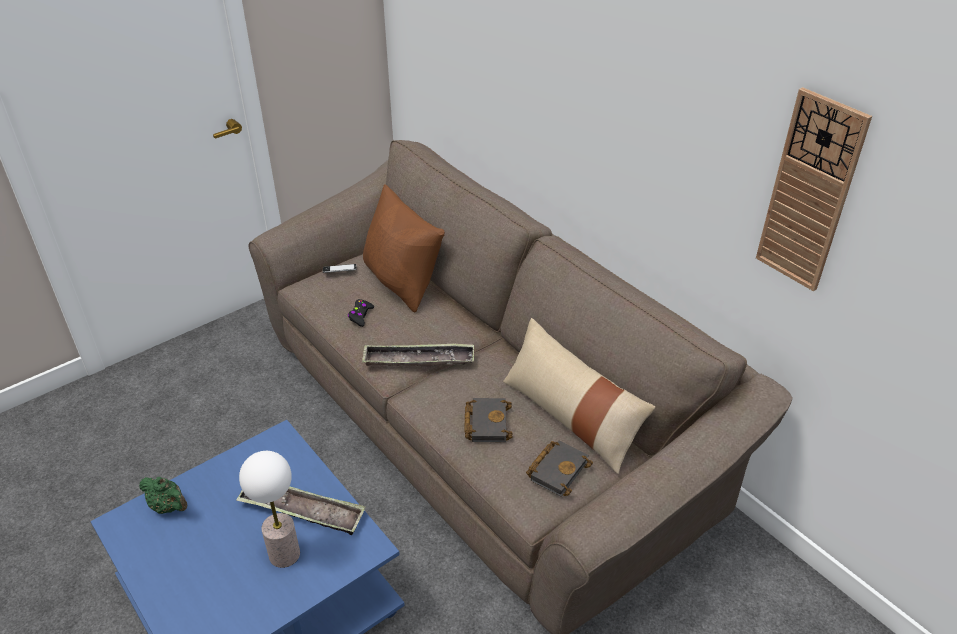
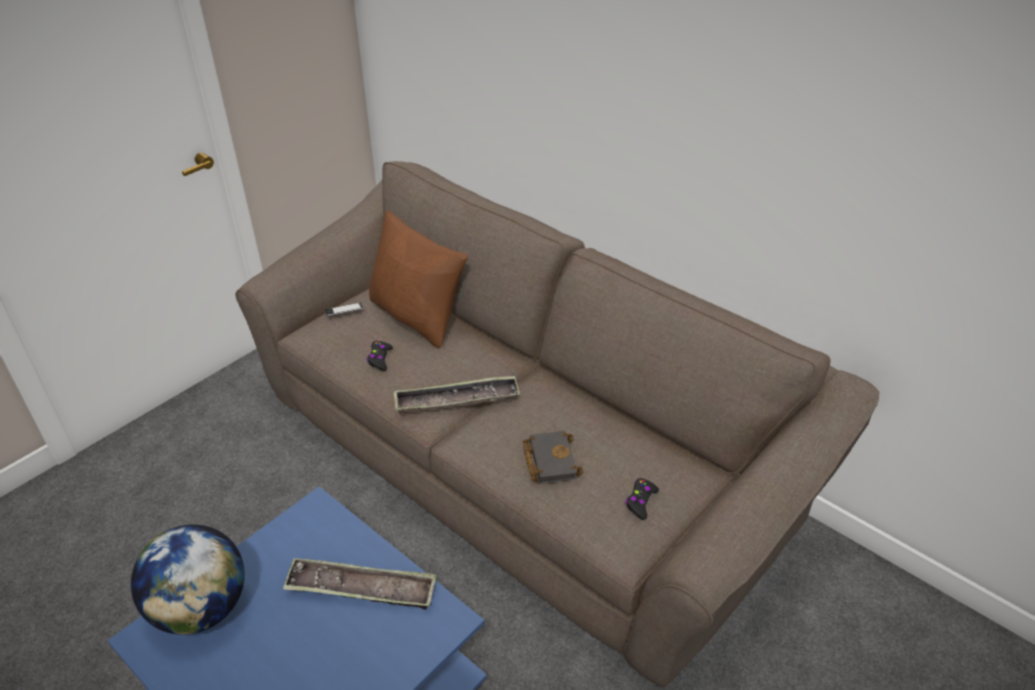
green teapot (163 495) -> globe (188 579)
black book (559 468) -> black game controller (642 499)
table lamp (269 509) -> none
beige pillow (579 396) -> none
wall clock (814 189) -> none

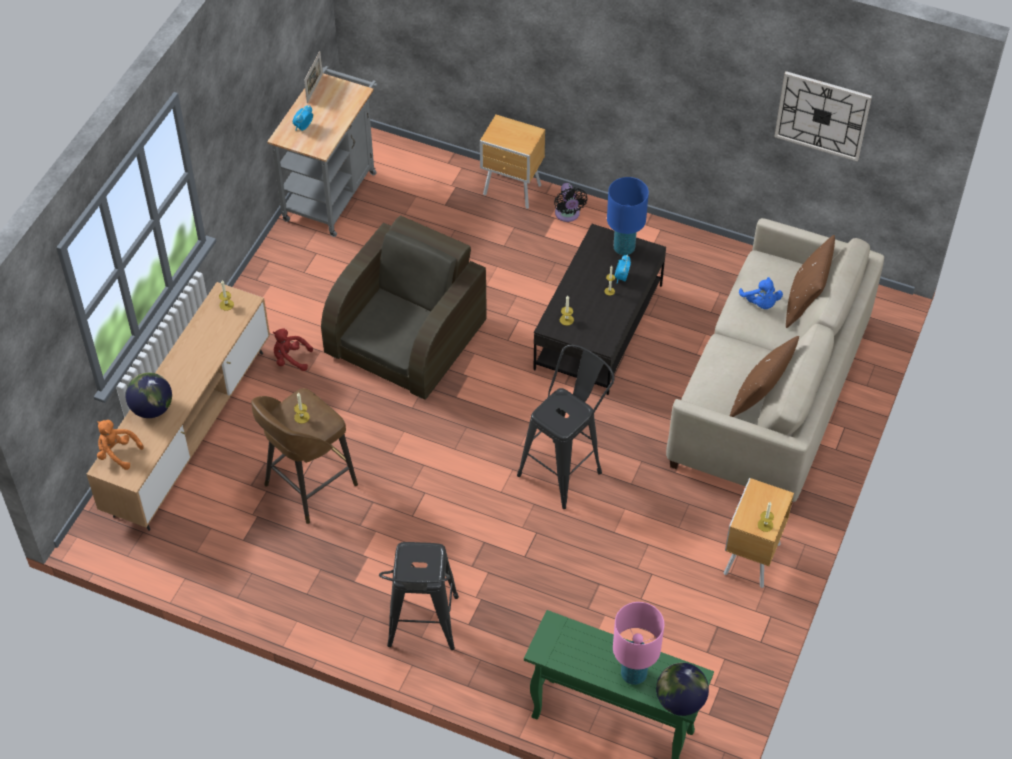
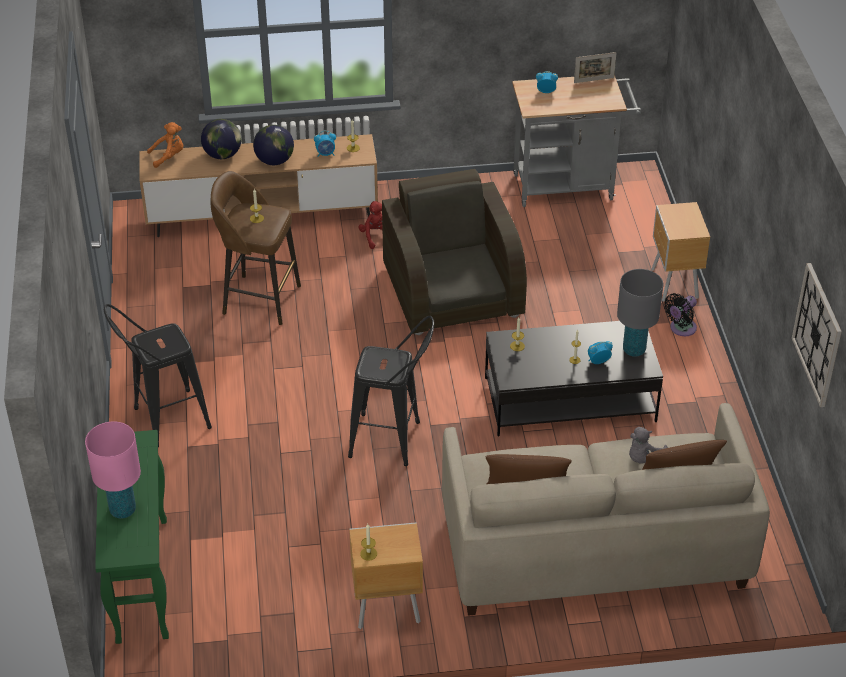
orange plush toy (120 445) -> orange plush toy (165 145), 75 degrees clockwise
globe (682 689) -> globe (273 145), shifted
none -> alarm clock (325 144)
brown armchair (404 307) -> brown armchair (454 252), 105 degrees counterclockwise
blue table lamp (628 216) -> grey table lamp (640 313)
blue plush toy (761 293) -> grey plush toy (648 445)

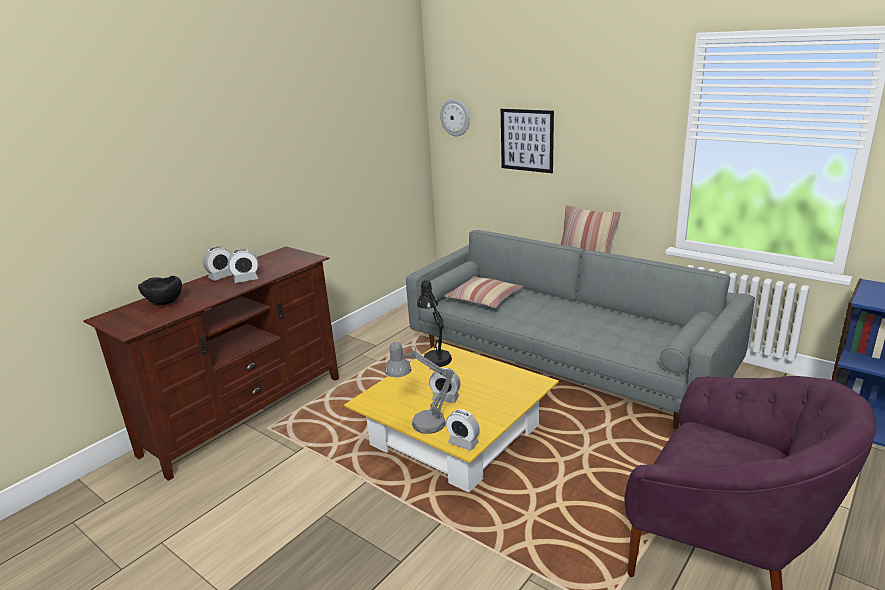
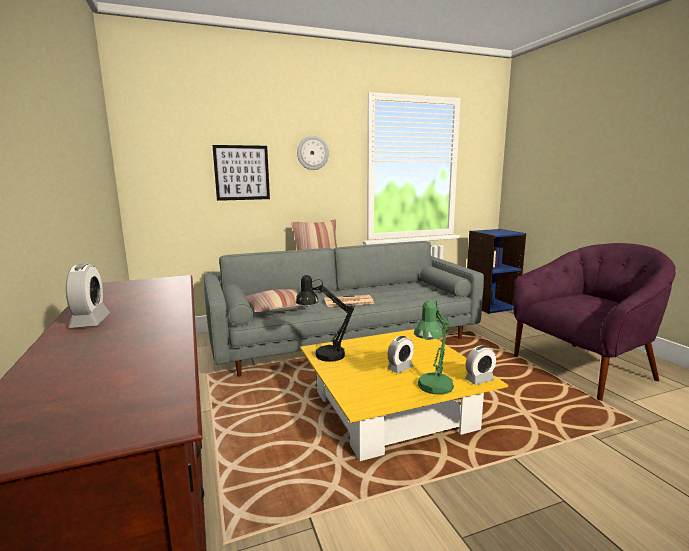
wall clock (455 117) -> wall clock (313 153), shifted
none -> newspaper (349 301)
grey table lamp (419 388) -> green table lamp (434 348)
black bowl (160 290) -> none
alarm clock (243 266) -> none

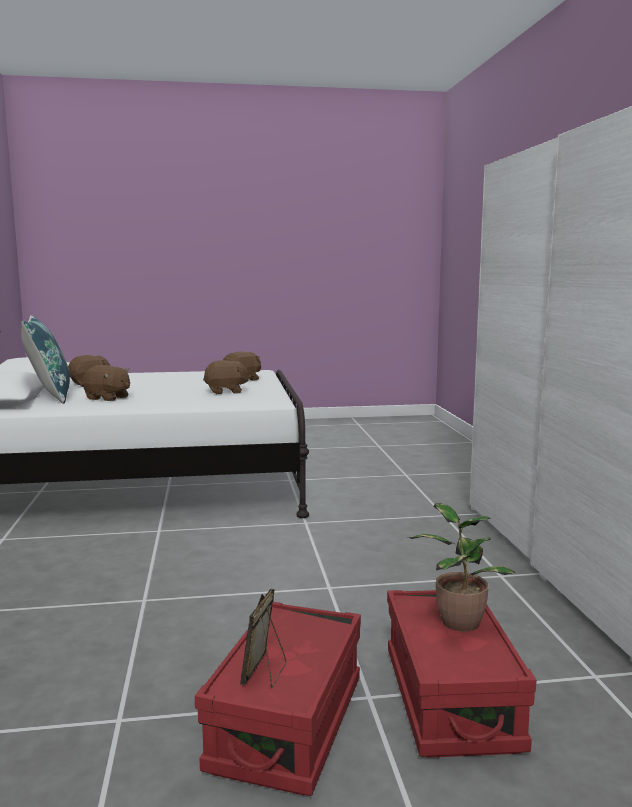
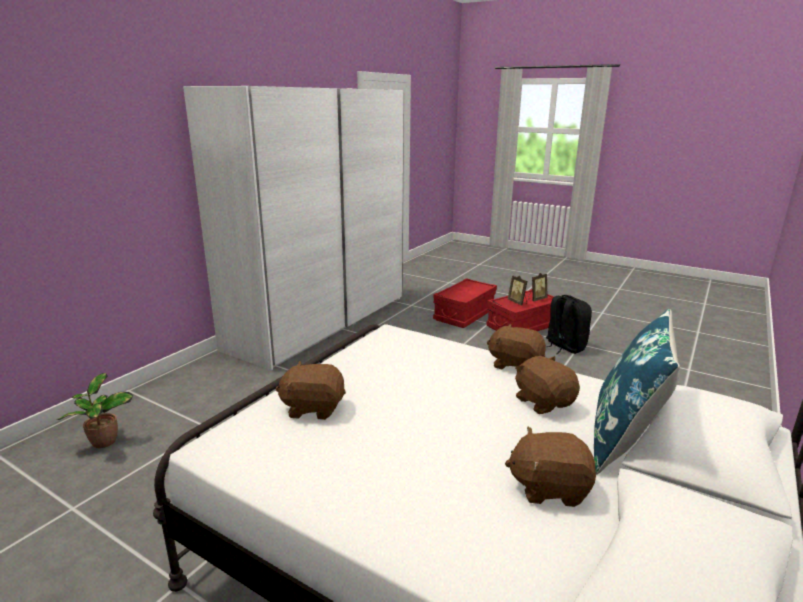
potted plant (461 567) -> potted plant (94 410), shifted
brown plush toy (227 377) -> brown plush toy (516 347), shifted
none -> picture frame (517 290)
none -> black backpack (569 324)

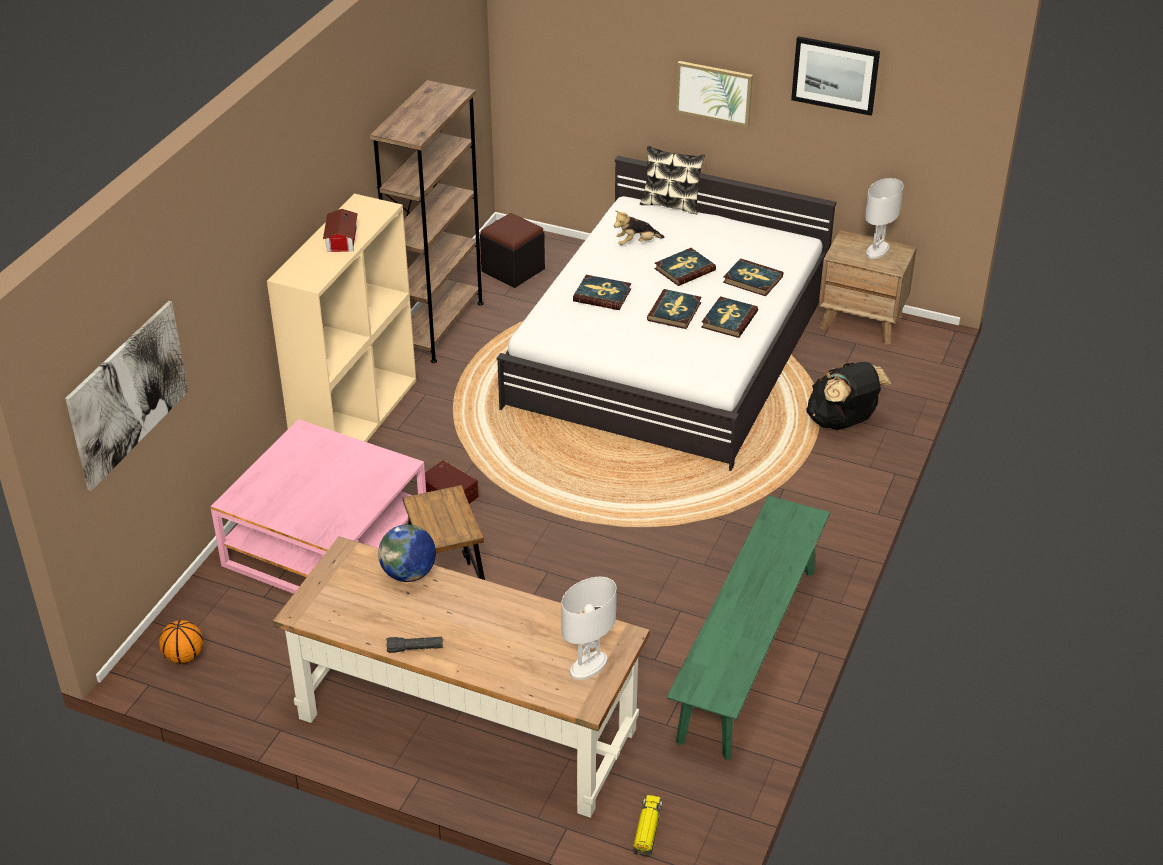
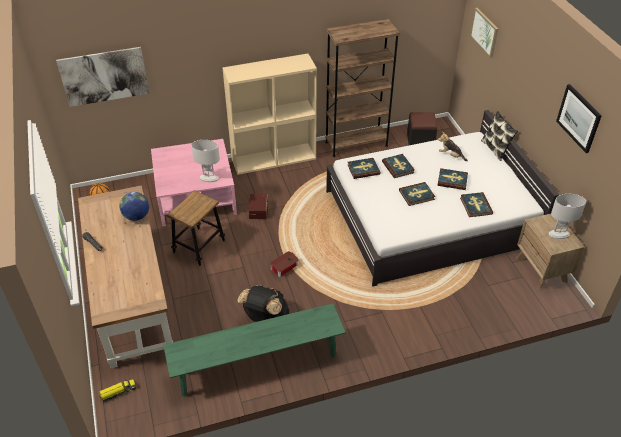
white table lamp (589 628) -> white table lamp (205 161), shifted
black backpack (848 396) -> black backpack (263 303), shifted
toy house (340 230) -> toy house (284 264), shifted
book (729 317) -> book (364 168), shifted
picture (714 94) -> picture (484 33), shifted

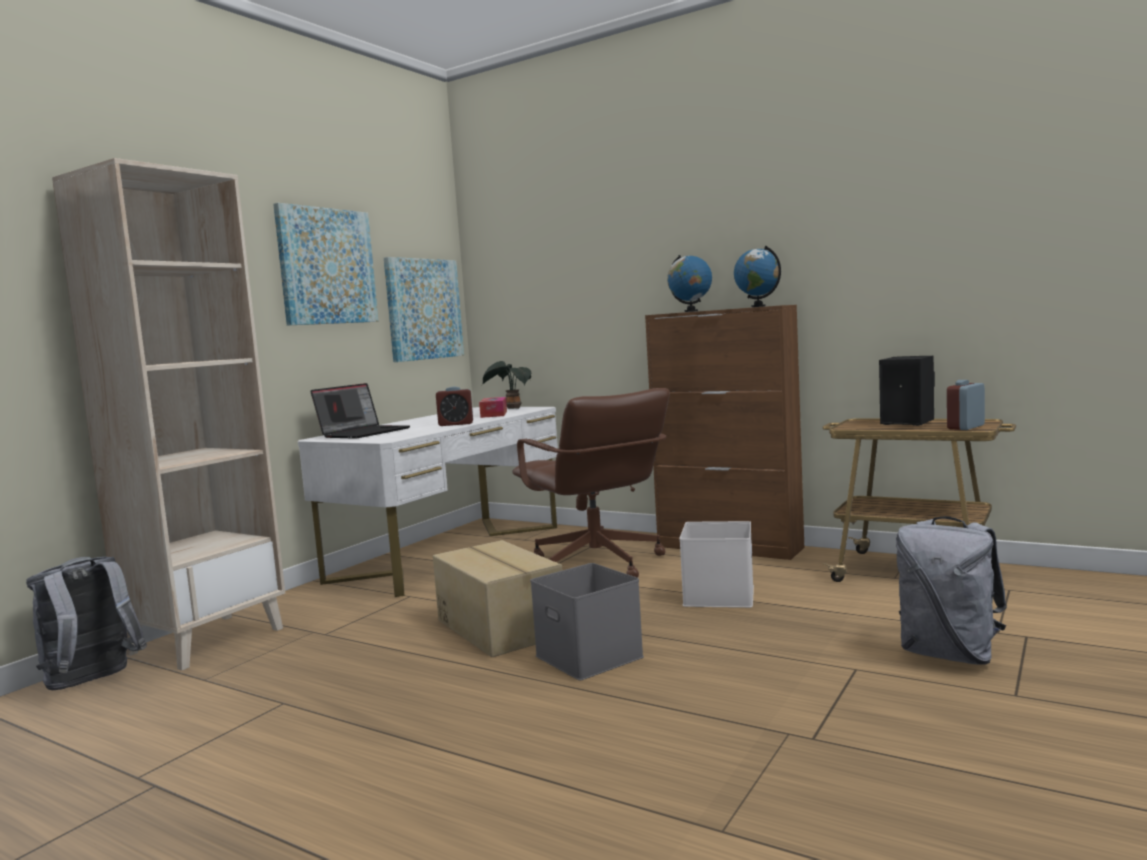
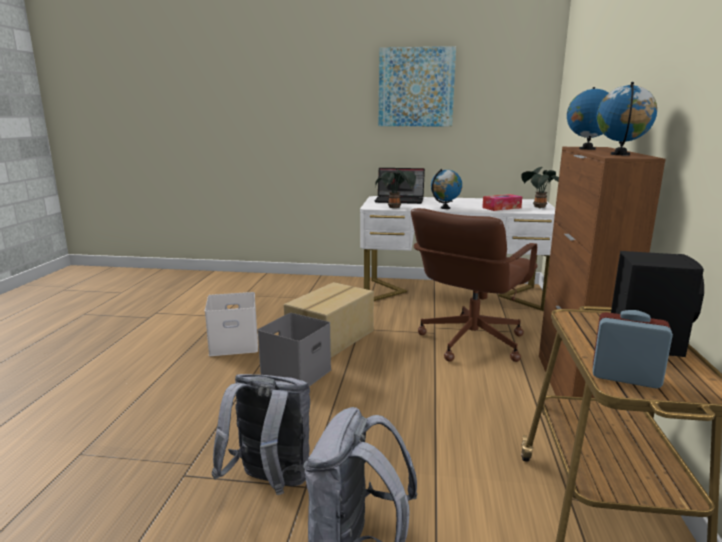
white storage box (716 564) -> white storage box (231 324), shifted
grey backpack (86 623) -> grey backpack (260 434), shifted
none -> potted plant (395 188)
alarm clock (454 406) -> globe (446 189)
beige bookcase (168 414) -> none
picture (424 309) -> none

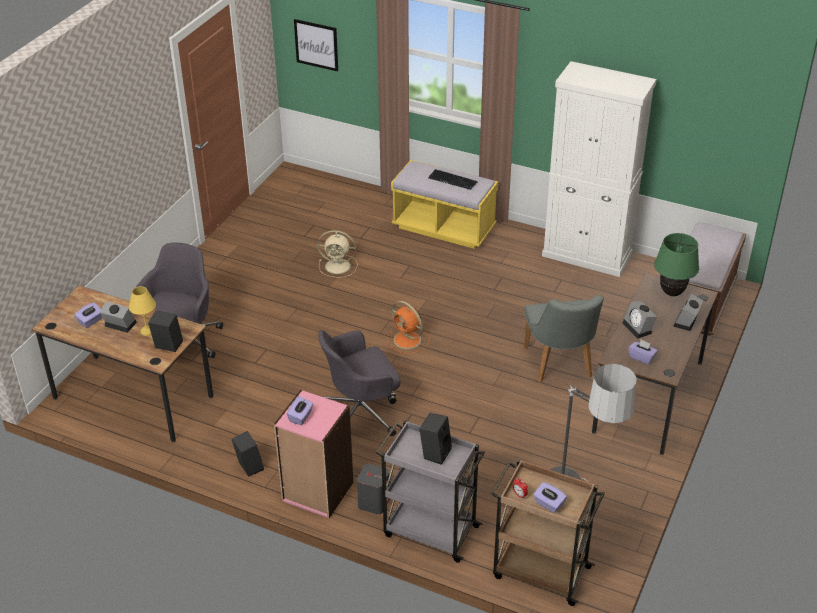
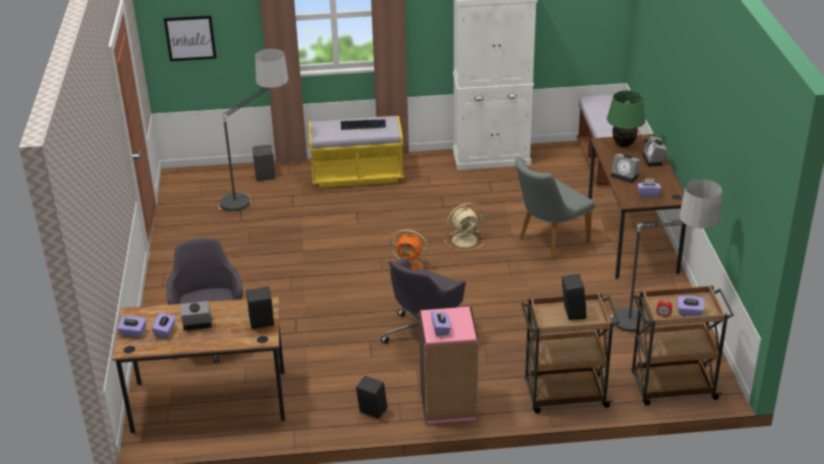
none -> purple tissue box (131 326)
none -> floor lamp (253 130)
grey speaker (373 489) -> grey speaker (263 163), shifted
beige fan (338 254) -> beige fan (464 227), shifted
grey chair (564 339) -> grey chair (555 208), 90 degrees clockwise
grey cart (430 491) -> brown cart (570 353)
yellow table lamp (142 311) -> none

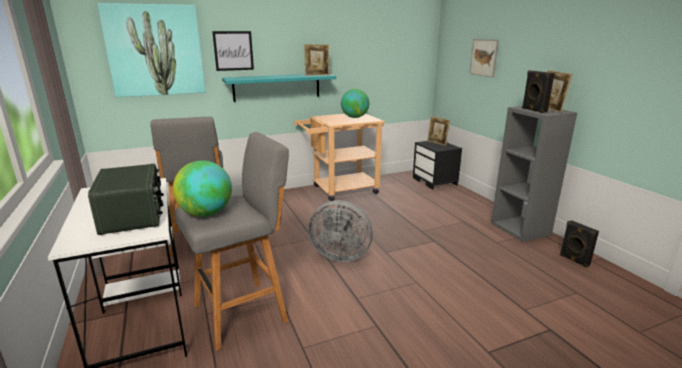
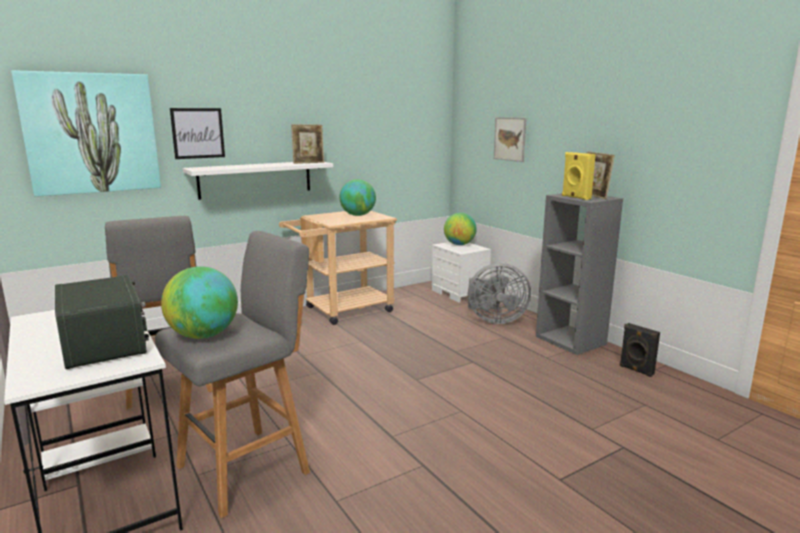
turquoise shelf (279 88) -> white shelf (258 181)
black nightstand (437 165) -> white nightstand (461 272)
picture frame (438 131) -> globe (460 229)
grey fan (340 231) -> grey fan (499 293), shifted
black speaker (538 91) -> yellow speaker (579 176)

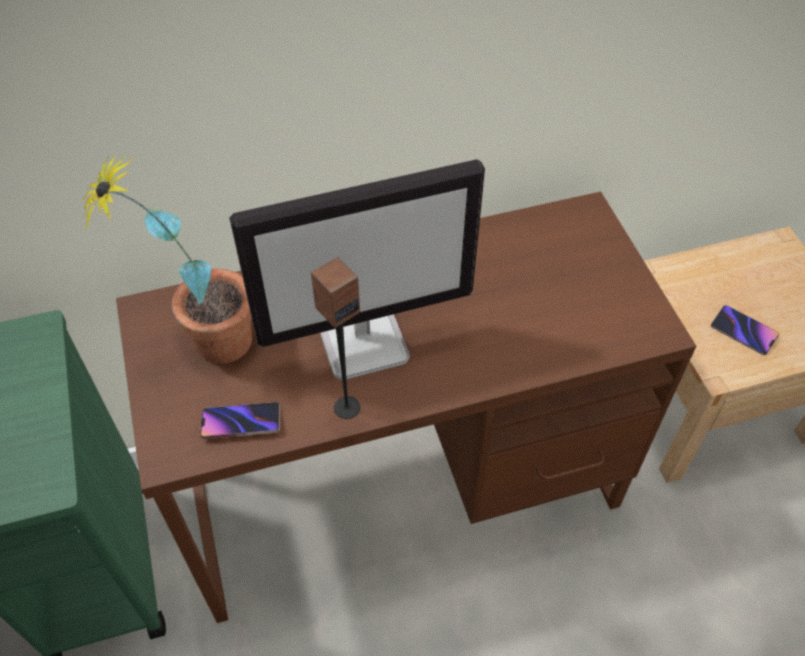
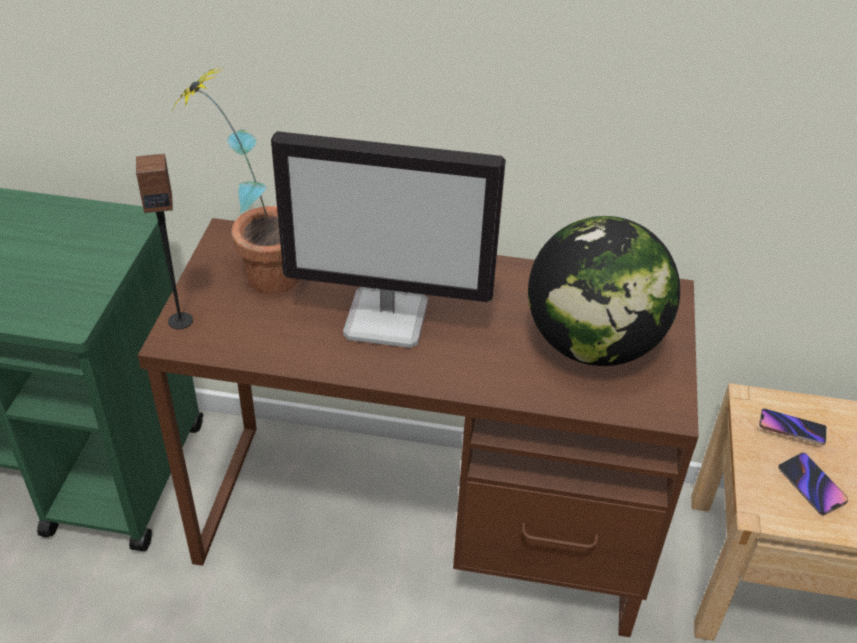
speaker (335 338) -> speaker (164 241), shifted
none -> globe (604 291)
phone (240 420) -> phone (793 427), shifted

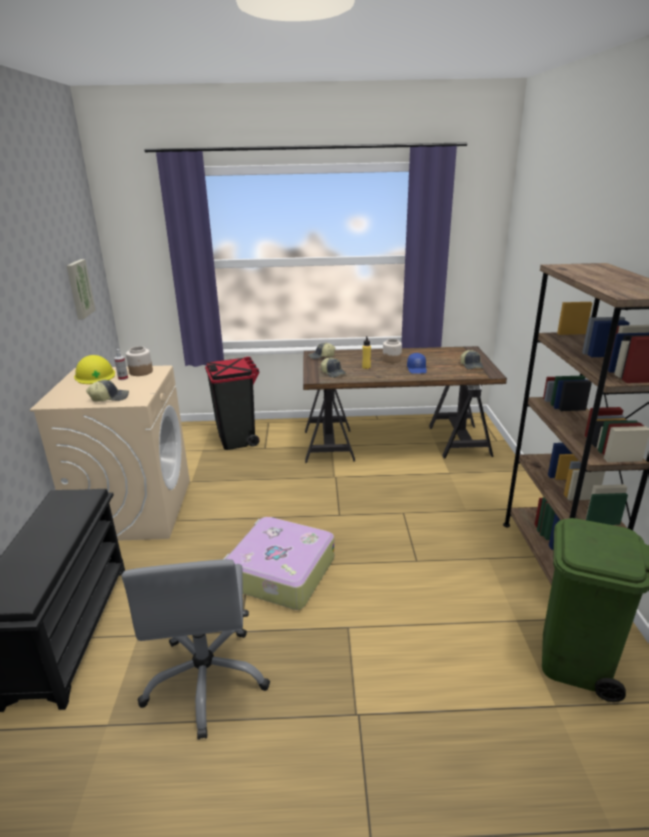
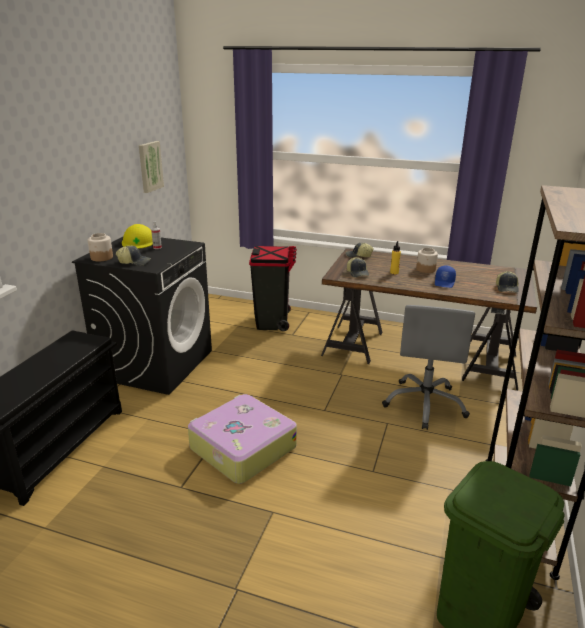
beige washing machine (110 453) -> black washing machine (142 316)
jar (139 361) -> jar (100 247), shifted
grey office chair (195 649) -> grey office chair (428 367), shifted

